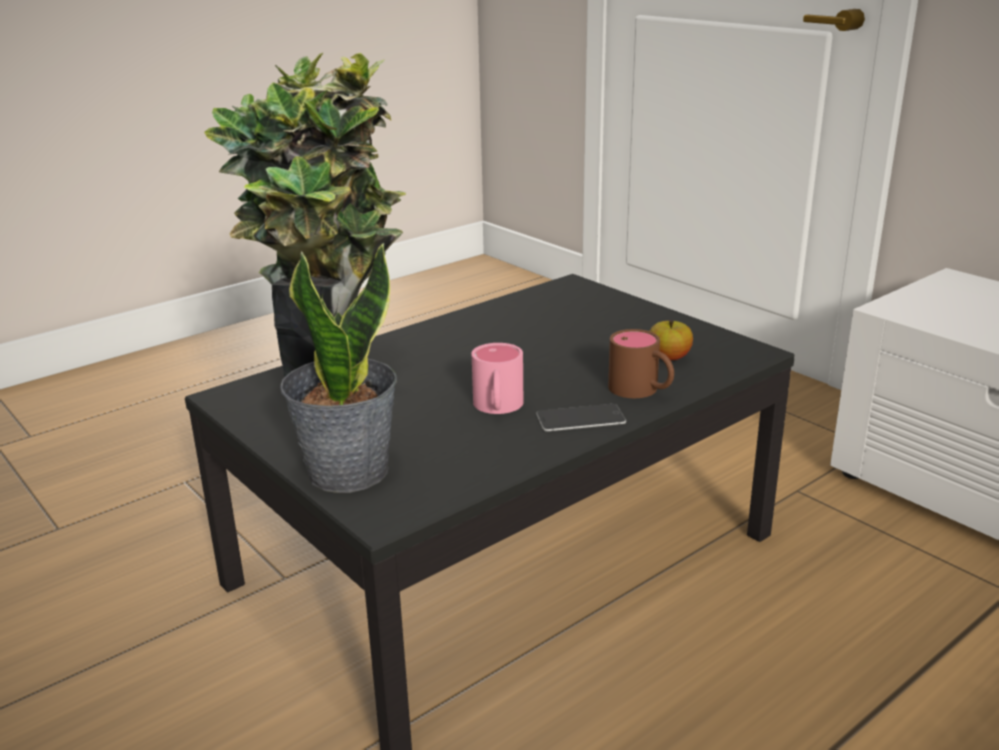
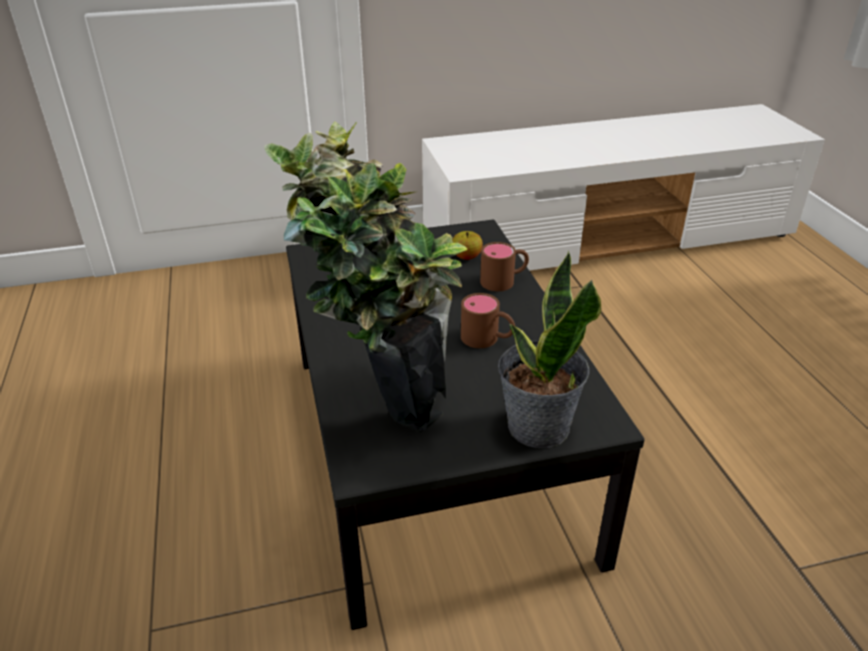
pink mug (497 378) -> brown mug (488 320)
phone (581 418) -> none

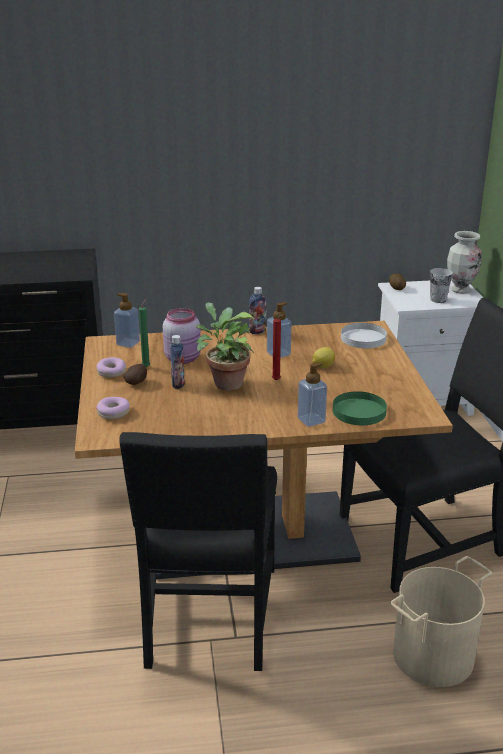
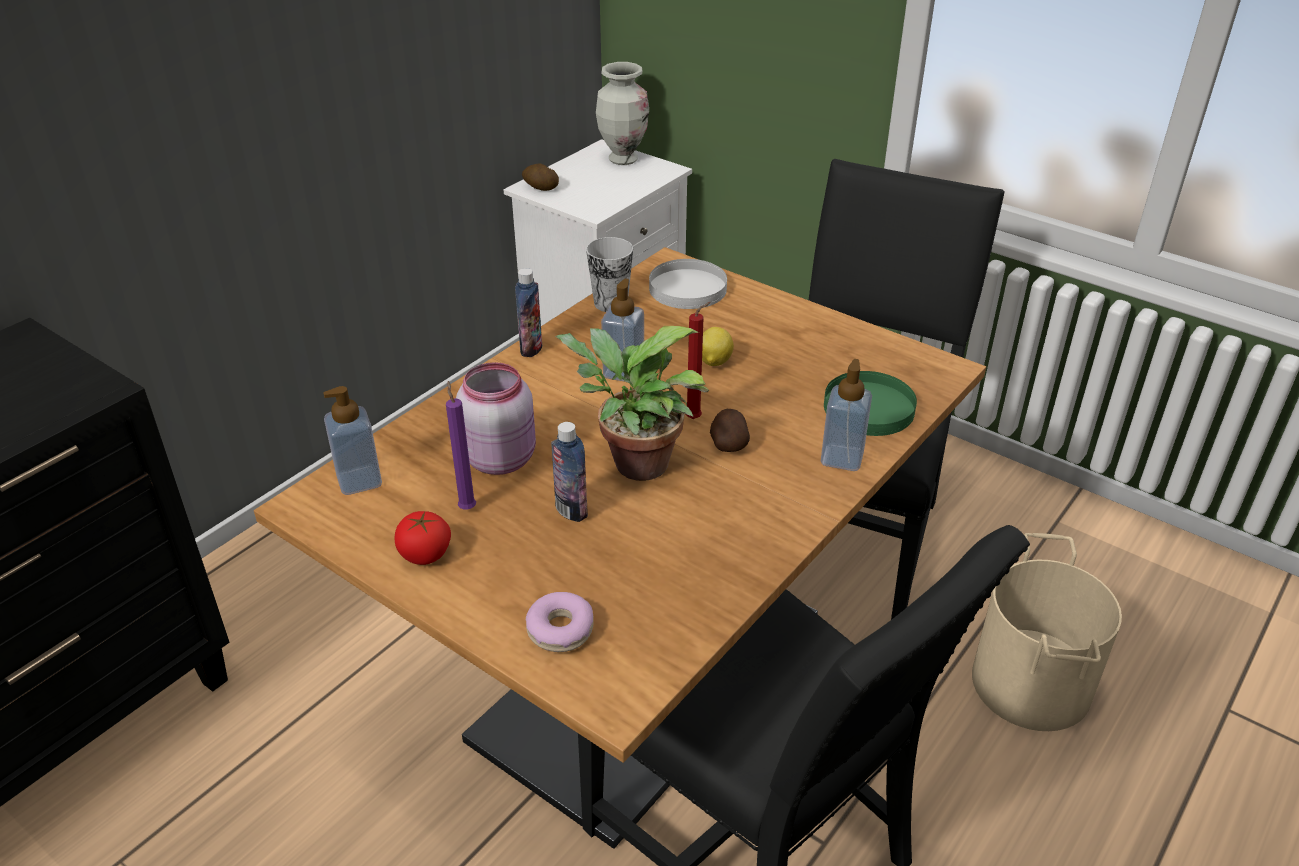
donut (111 367) -> tomato (422 538)
green candle (144 333) -> purple candle (461 445)
cup (441 285) -> cup (609 274), shifted
potato (135 374) -> potato (730 430), shifted

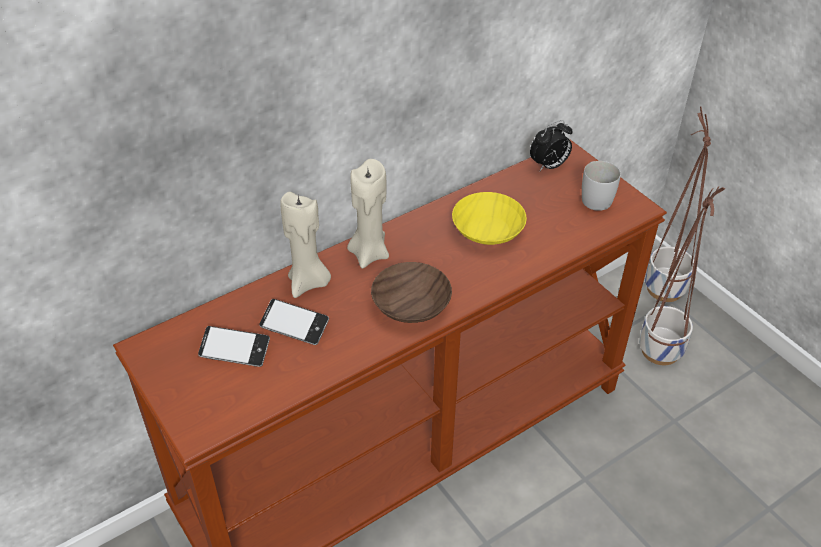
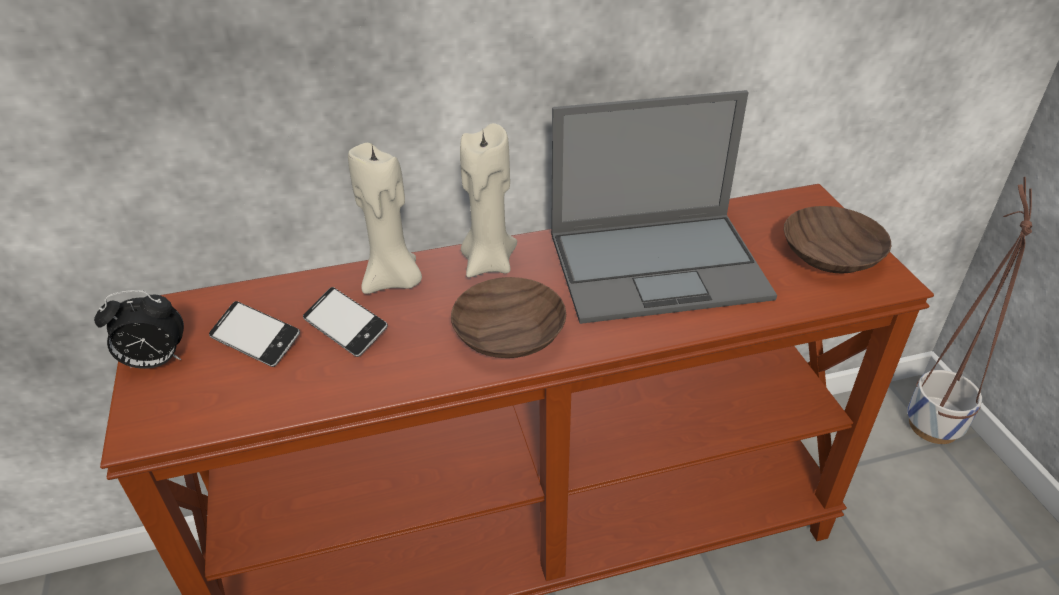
alarm clock (551 146) -> alarm clock (139 329), shifted
yellow bowl (489 218) -> laptop (664 207)
white mug (601 186) -> brown bowl (837 240)
planter (682 275) -> none

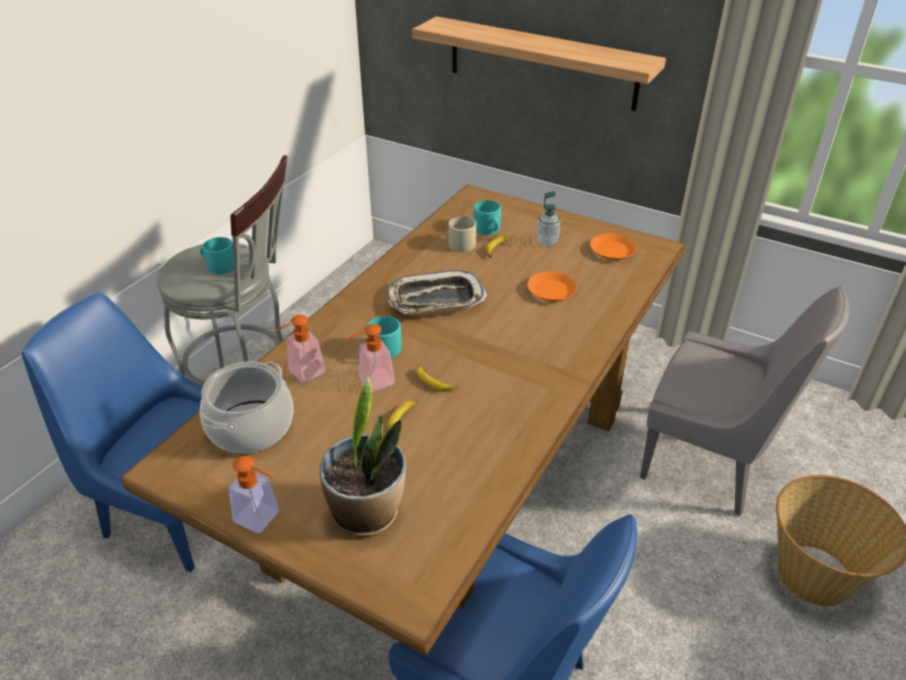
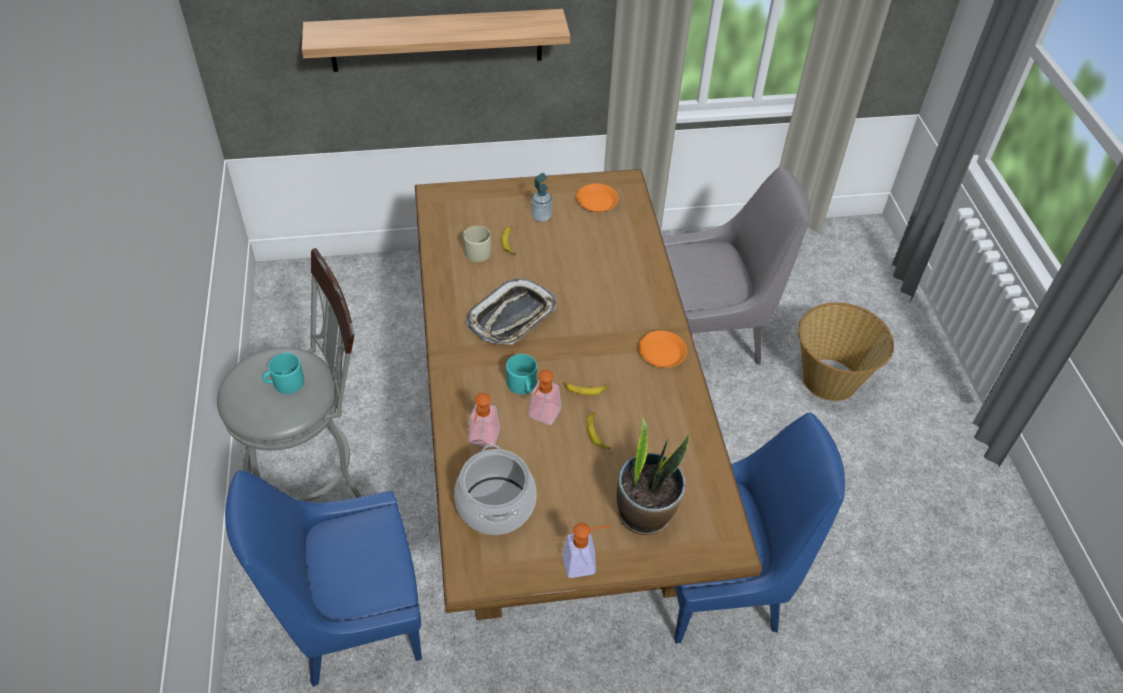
orange plate (552 286) -> orange plate (663 349), shifted
turquoise mug (487 217) -> none

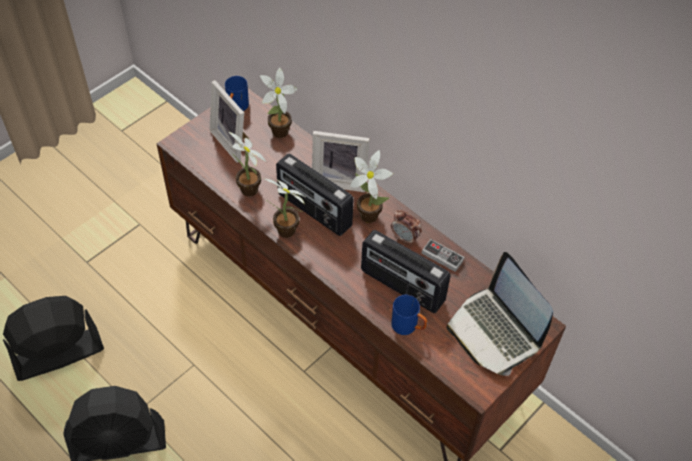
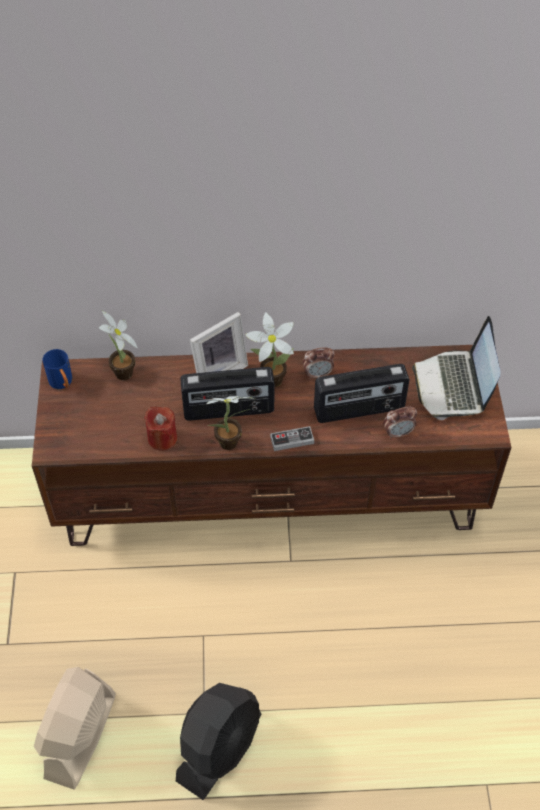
black fan (53 338) -> beige fan (75 728)
potted plant (247 164) -> red candle (160 429)
game controller (442 255) -> game controller (292 438), shifted
blue mug (409 315) -> alarm clock (400 423)
laptop (499 314) -> laptop (456 368), 75 degrees clockwise
picture frame (229 121) -> none

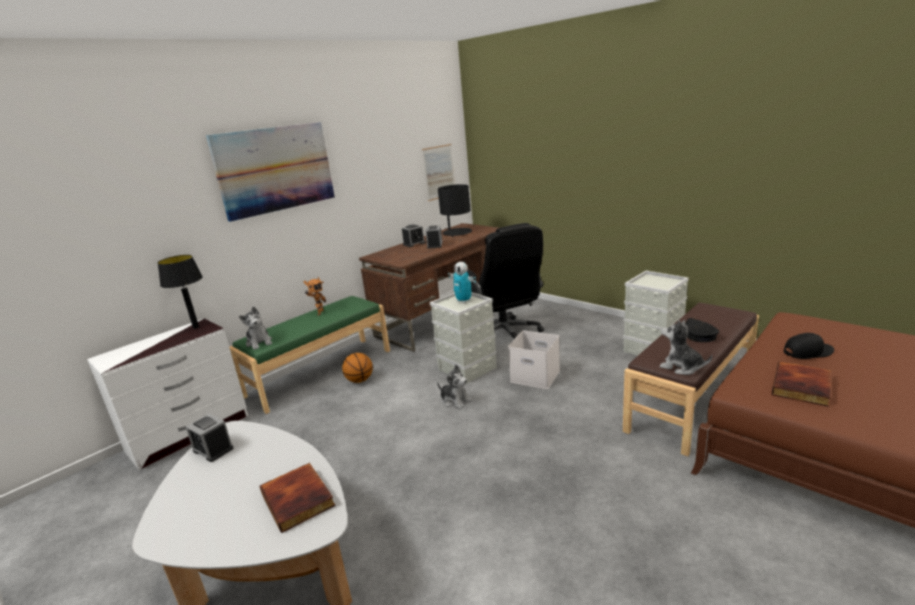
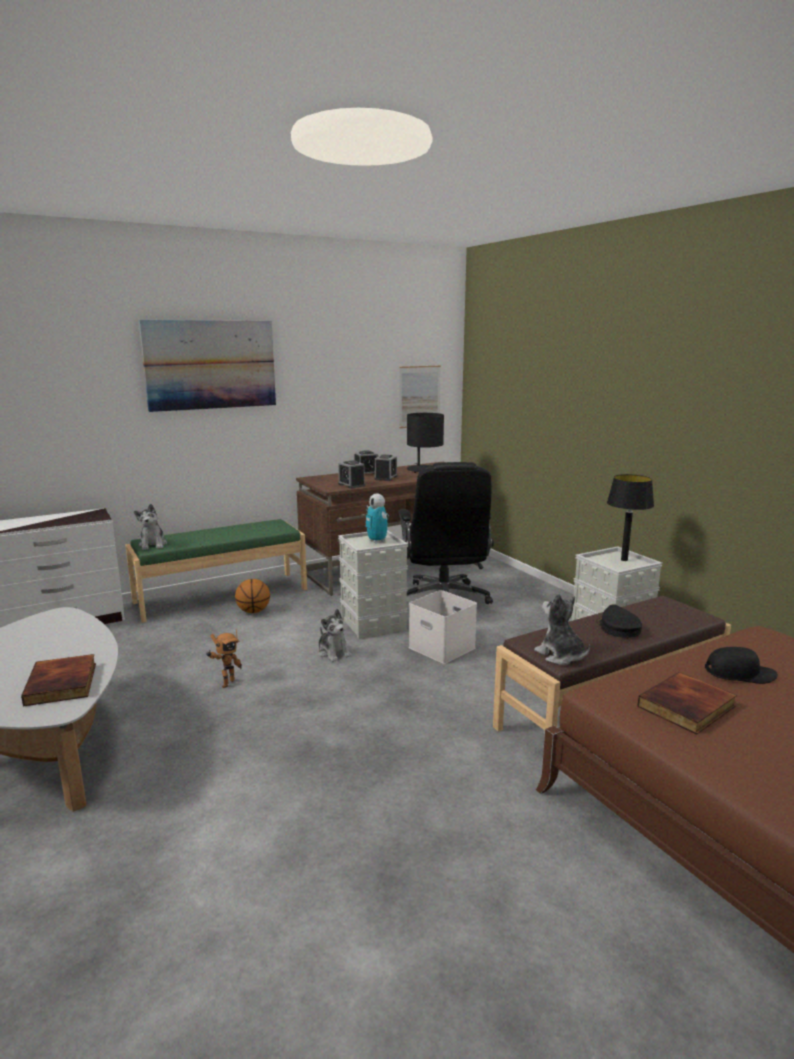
toy robot (314 296) -> toy robot (224 658), shifted
alarm clock (209 438) -> alarm clock (351 474), shifted
black table lamp (180 292) -> black table lamp (630 517), shifted

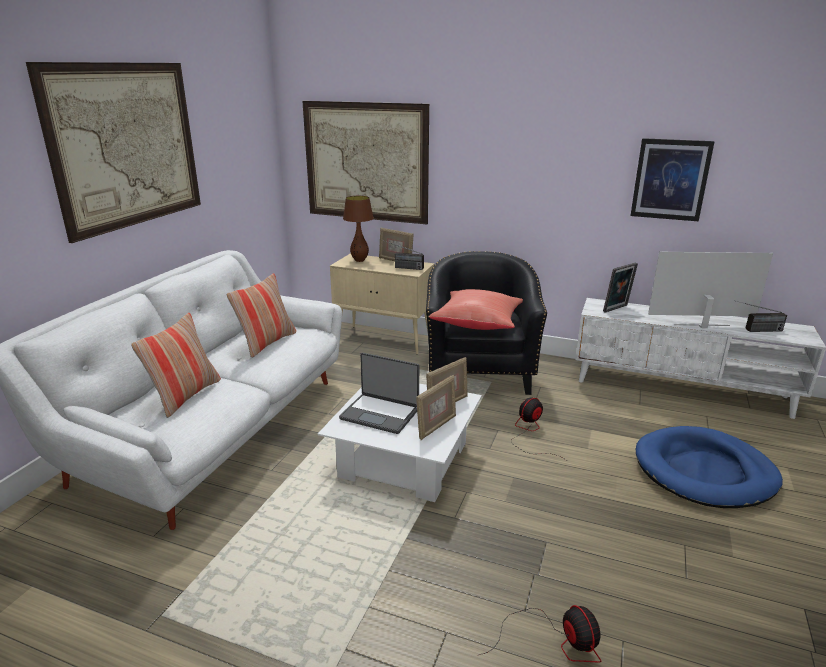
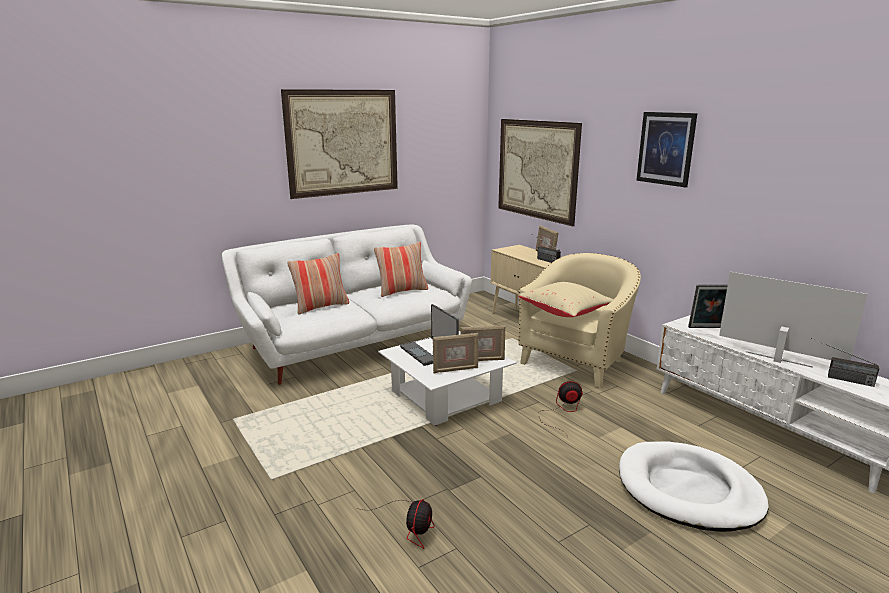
black armchair (486 323) -> beige armchair (579 320)
red pillow (476 309) -> beige pillow (566 299)
blue dog bed (709 467) -> white dog bed (694 487)
picture (672 179) -> picture (666 150), shifted
brown table lamp (358 229) -> none

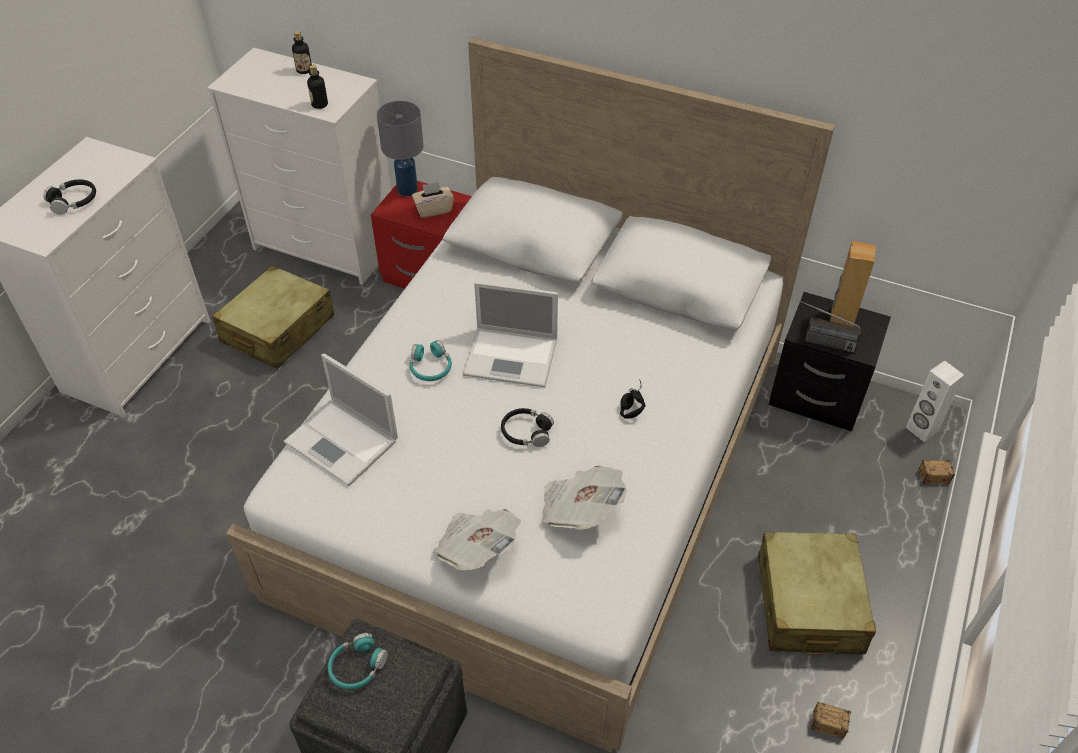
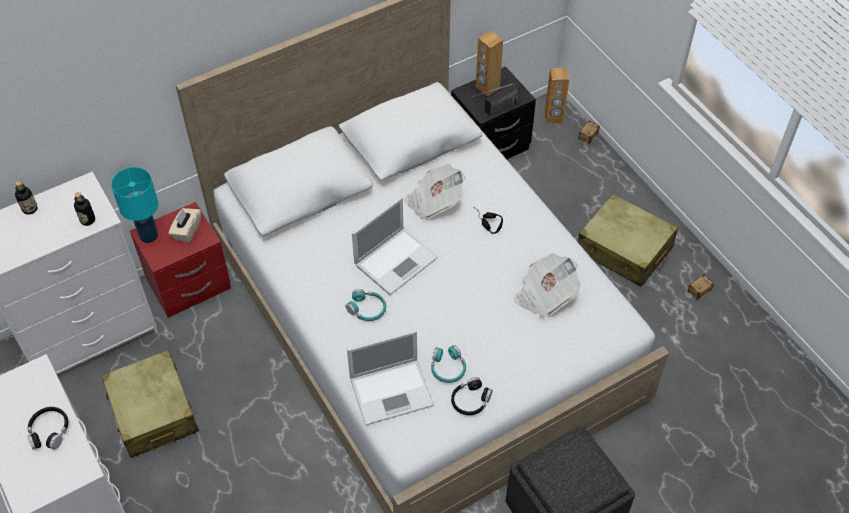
grey table lamp (400 148) -> turquoise table lamp (134 205)
newspaper (476 539) -> newspaper (434 192), shifted
turquoise headphones (358 661) -> turquoise headphones (448 364), shifted
black headphones (527 427) -> black headphones (472 396), shifted
white speaker (935 401) -> brown speaker (557 96)

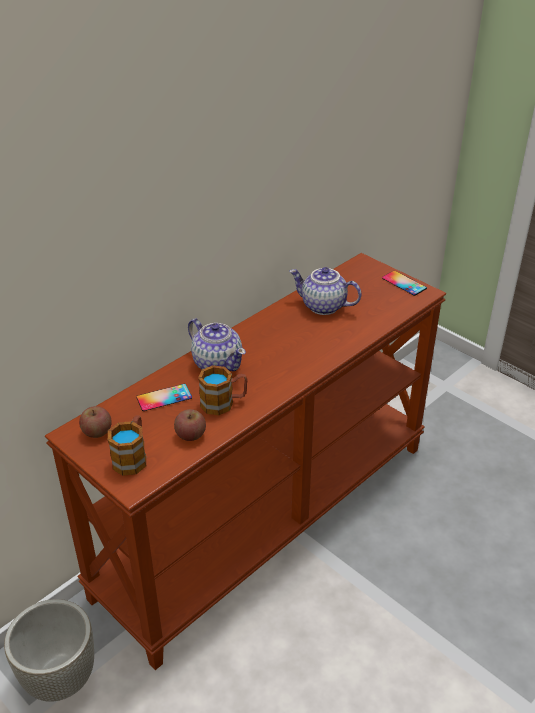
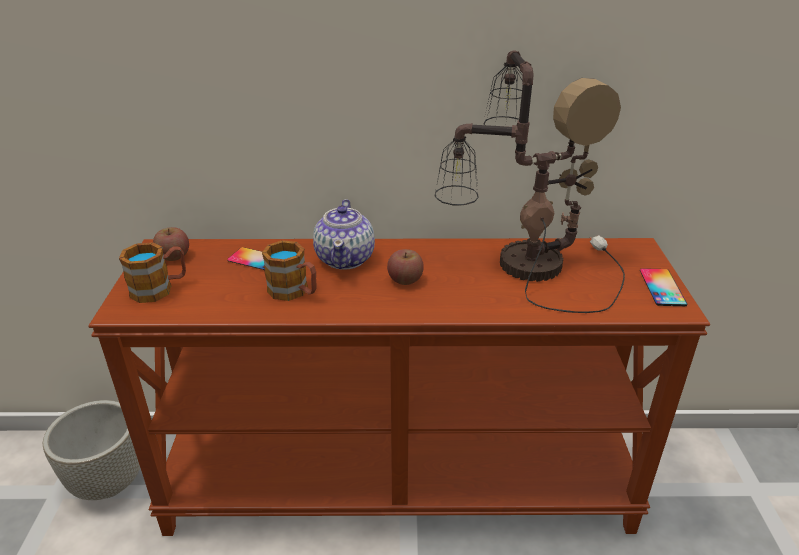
apple (190 425) -> apple (405 267), shifted
teapot (325 291) -> table lamp (529 181)

